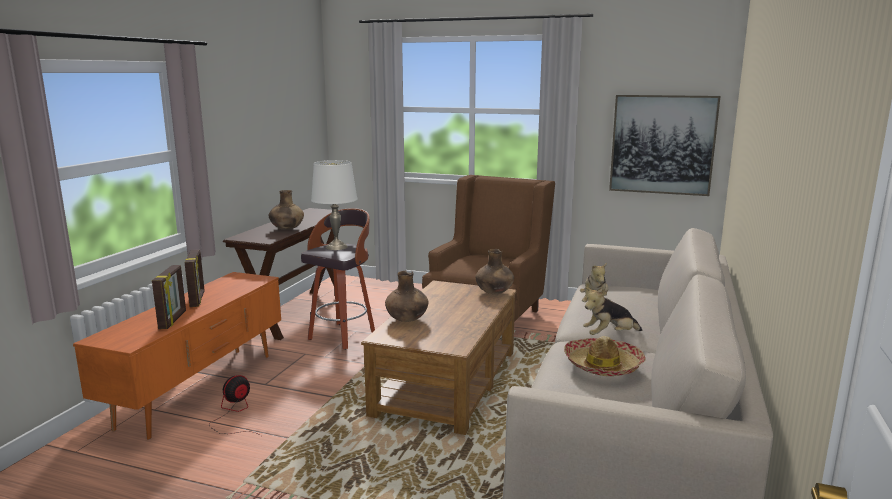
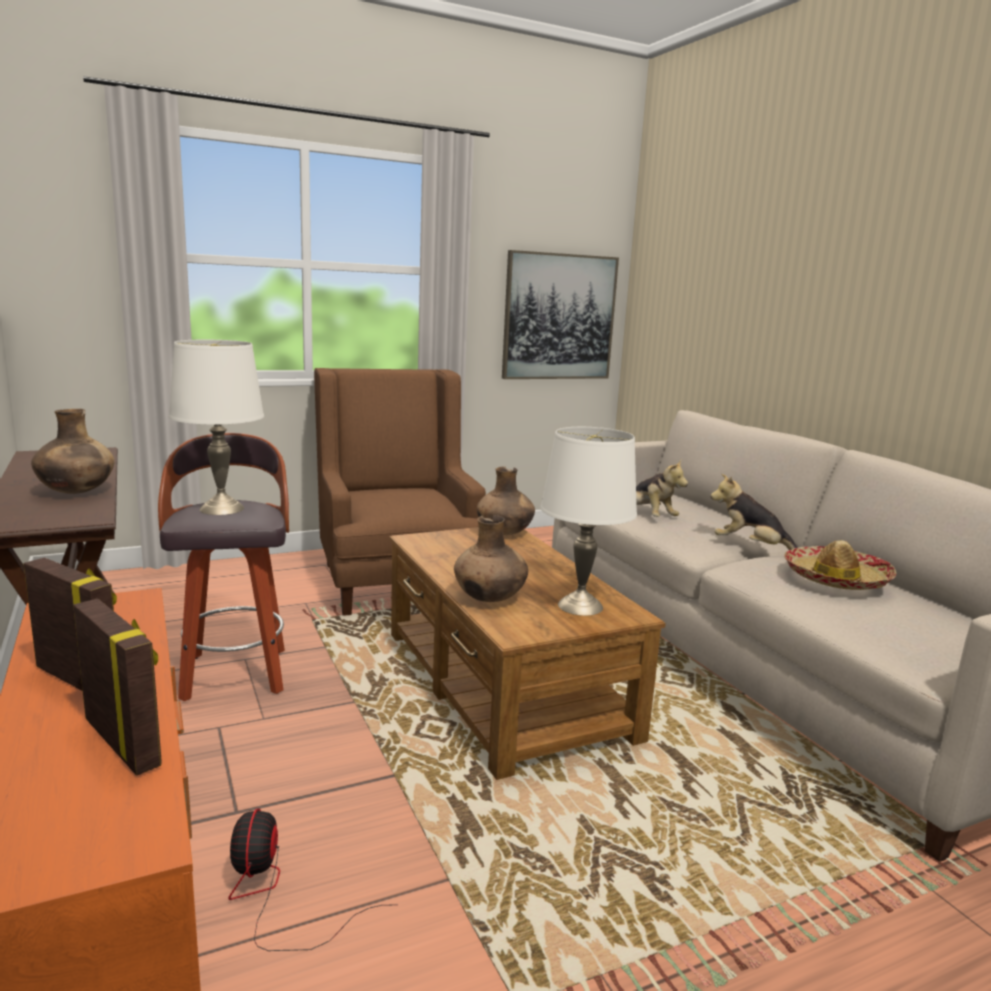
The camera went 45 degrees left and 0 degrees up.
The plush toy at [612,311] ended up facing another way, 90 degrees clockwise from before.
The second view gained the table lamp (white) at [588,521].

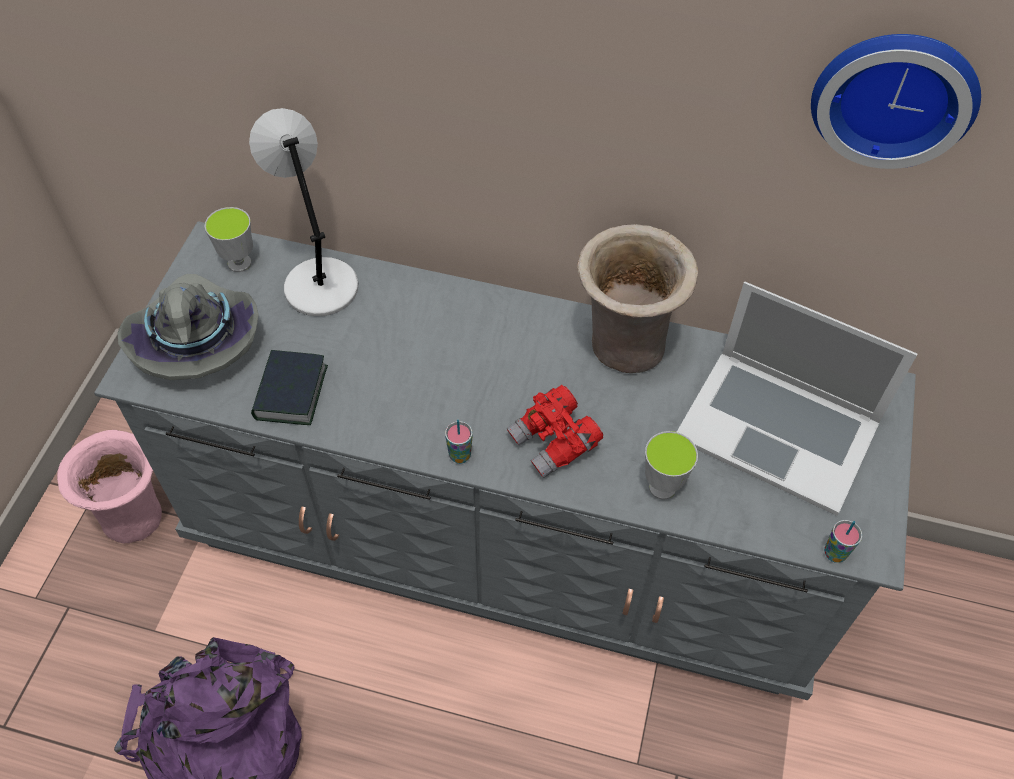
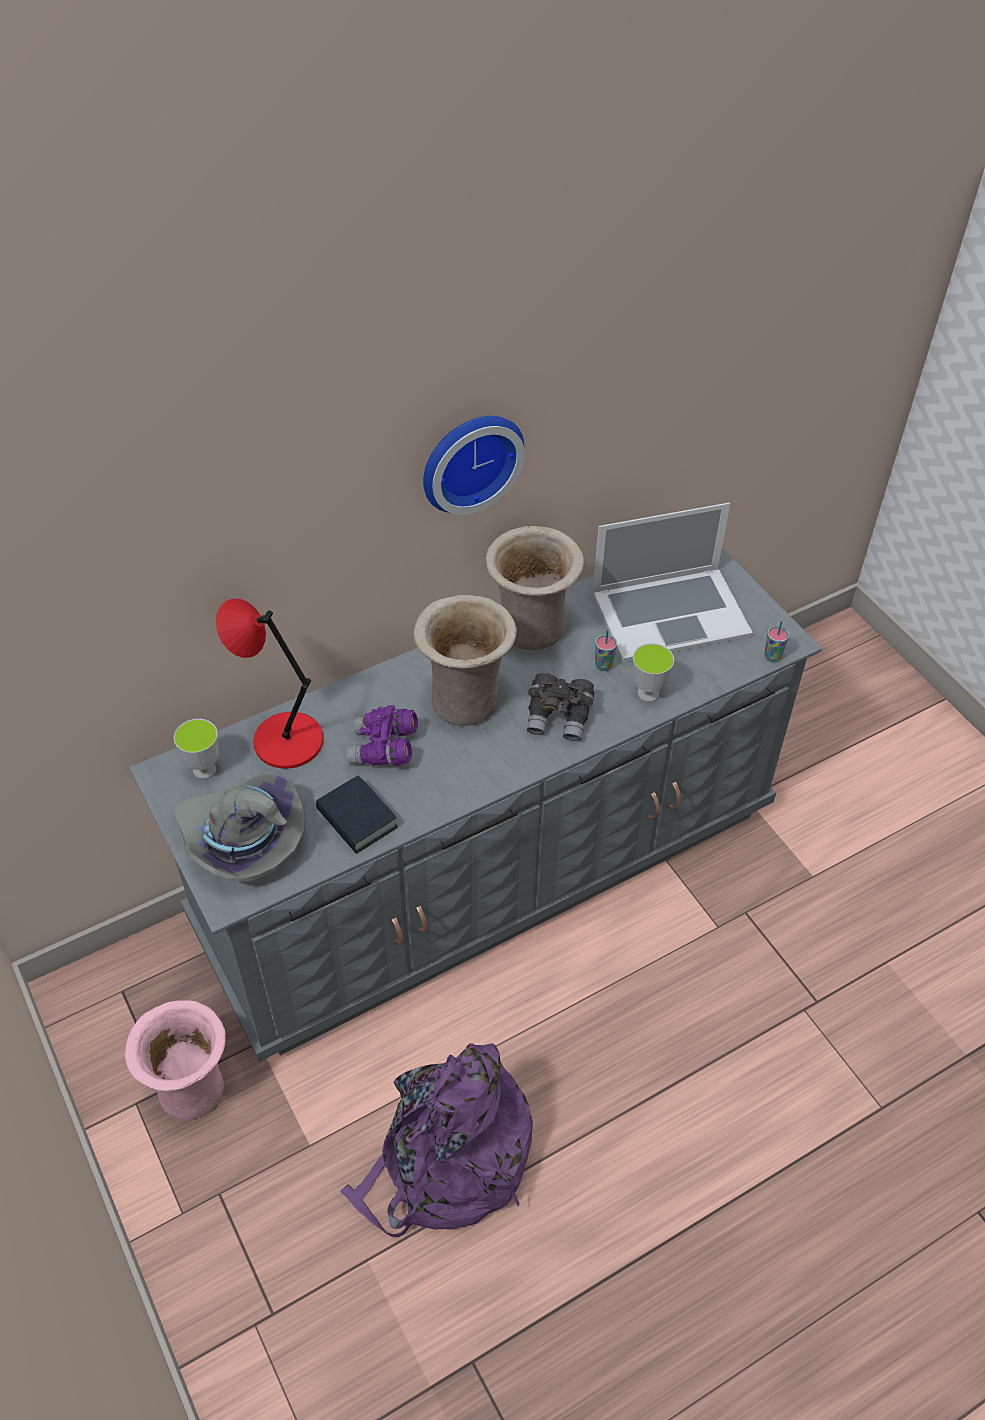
The camera went 45 degrees left and 5 degrees down.
The wall clock ended up elsewhere, having gone from [896,101] to [474,465].
What was the table lamp (grey) at [303,212] turned into the table lamp (red) at [269,684].
What was the binoculars (red) at [555,431] turned into the binoculars (grey) at [560,707].
The cup ended up elsewhere, having gone from [459,442] to [606,650].
The second view gained the vase (beige) at [465,660].
The second view gained the binoculars (purple) at [382,735].

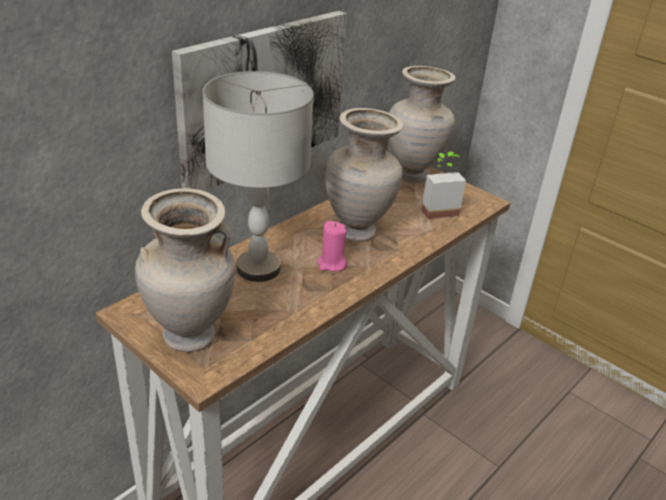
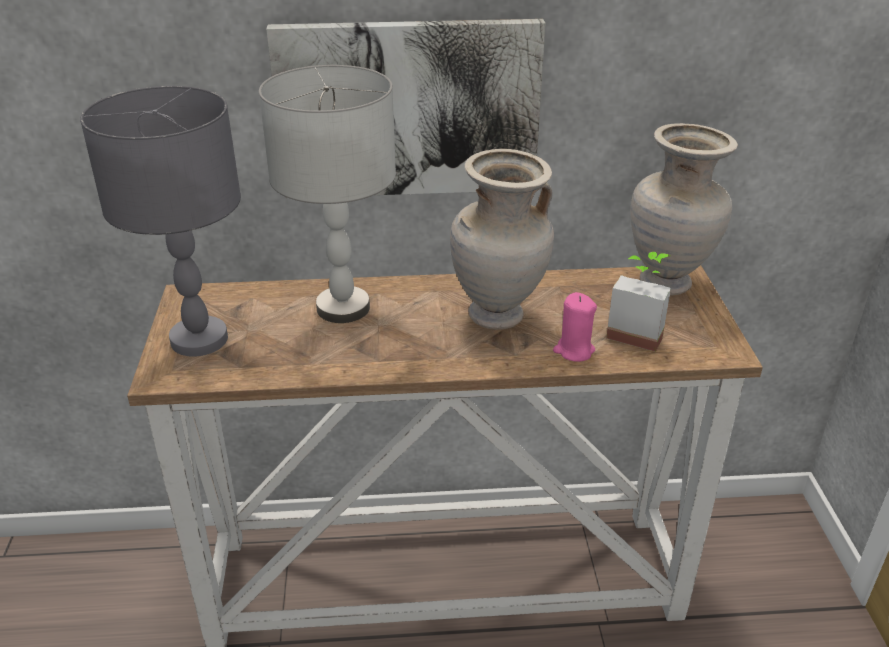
The camera went 45 degrees right and 0 degrees up.
Where the vase (beige) stood at [185,270], the table lamp (grey) came to stand at [160,221].
The candle (pink) ended up elsewhere, having gone from [332,246] to [575,327].

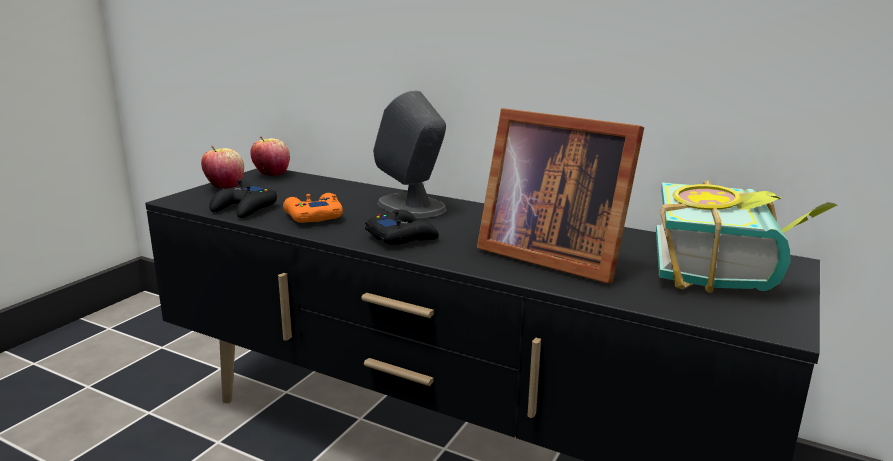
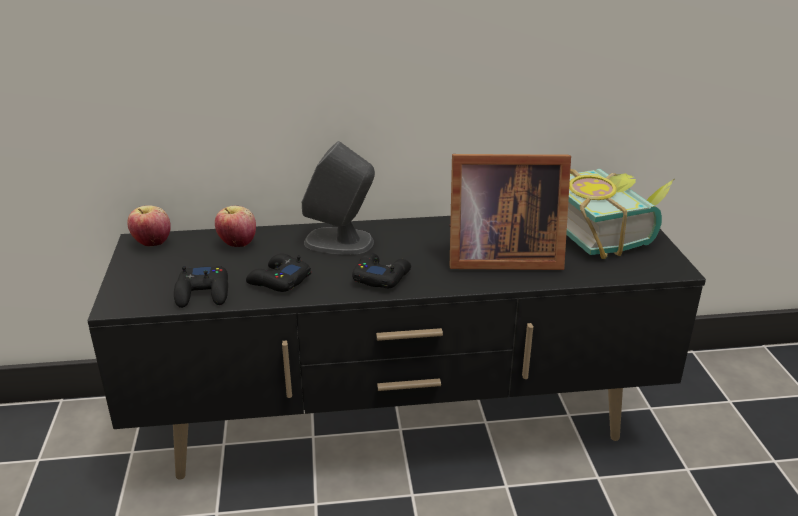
The camera went 35 degrees left and 10 degrees up.
The apple ended up elsewhere, having gone from [222,167] to [235,226].
What was the game controller (orange) at [313,208] turned into the game controller (black) at [278,273].

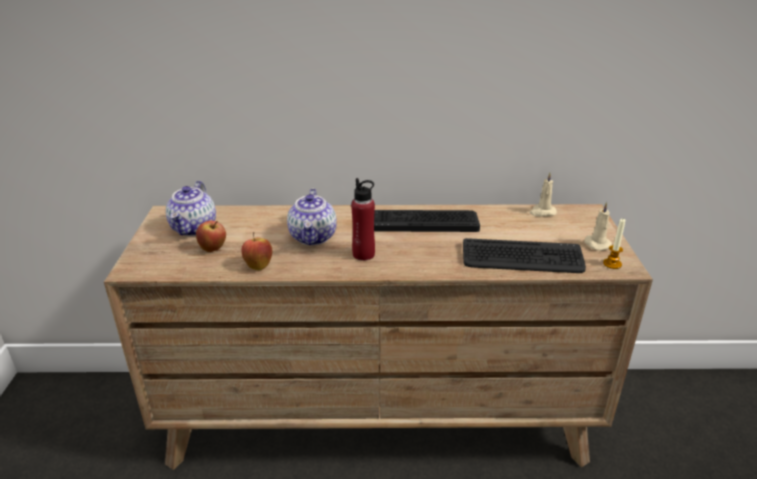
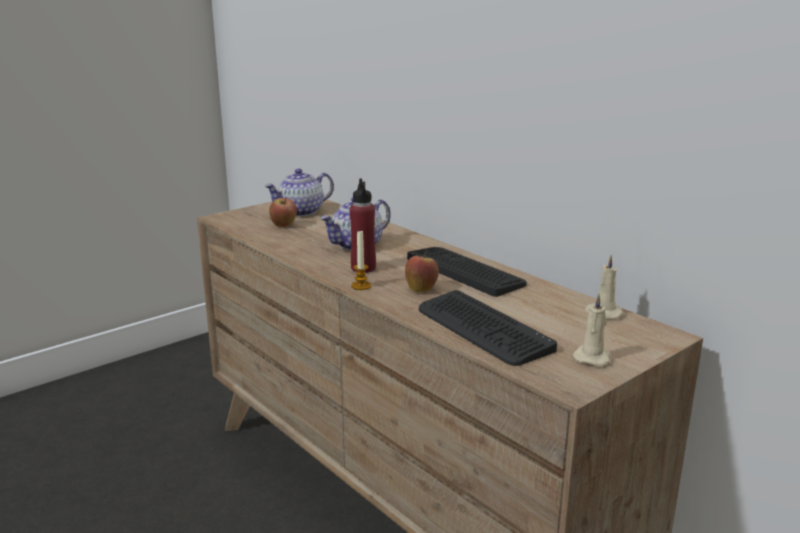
The camera went 50 degrees right and 10 degrees down.
The candle ended up elsewhere, having gone from [614,244] to [361,260].
The apple ended up elsewhere, having gone from [256,251] to [422,271].

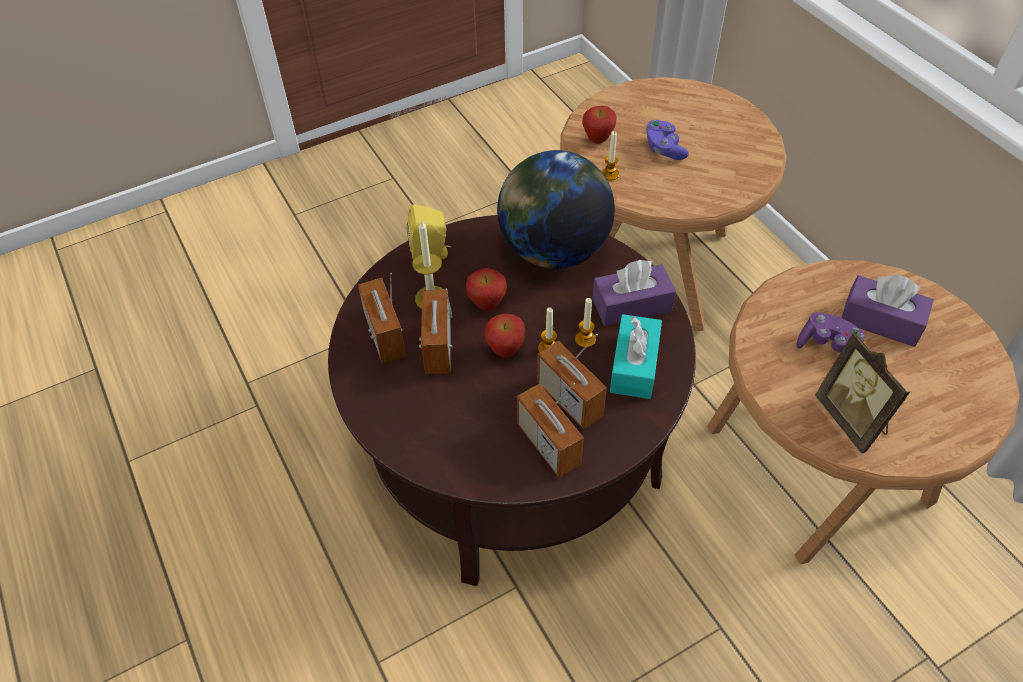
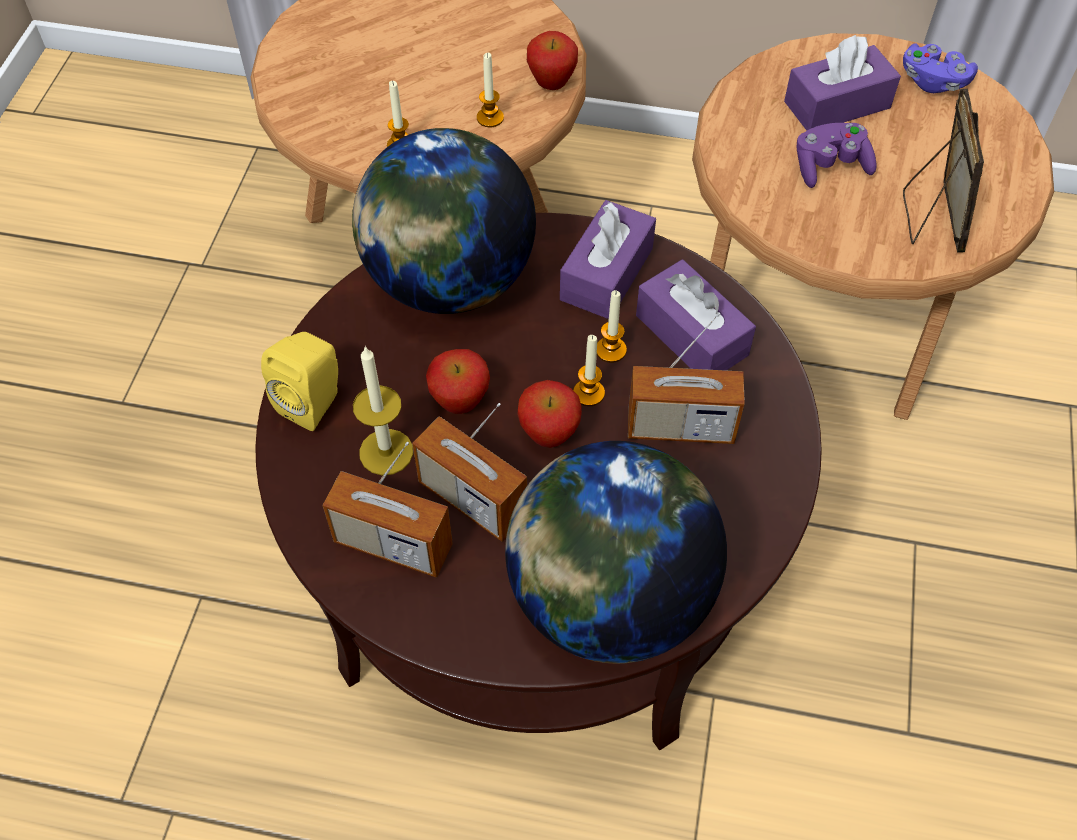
The camera went 50 degrees left and 5 degrees up.
The apple ended up elsewhere, having gone from [599,125] to [552,60].
The game controller (purple) ended up elsewhere, having gone from [667,140] to [940,68].
What was the tissue box (turquoise) at [636,356] turned into the tissue box (purple) at [696,315].
The picture frame at [862,392] ended up facing another way, 105 degrees counterclockwise from before.
The second view lost the radio at [550,430].
The second view gained the candle at [490,90].
The second view gained the globe at [616,552].

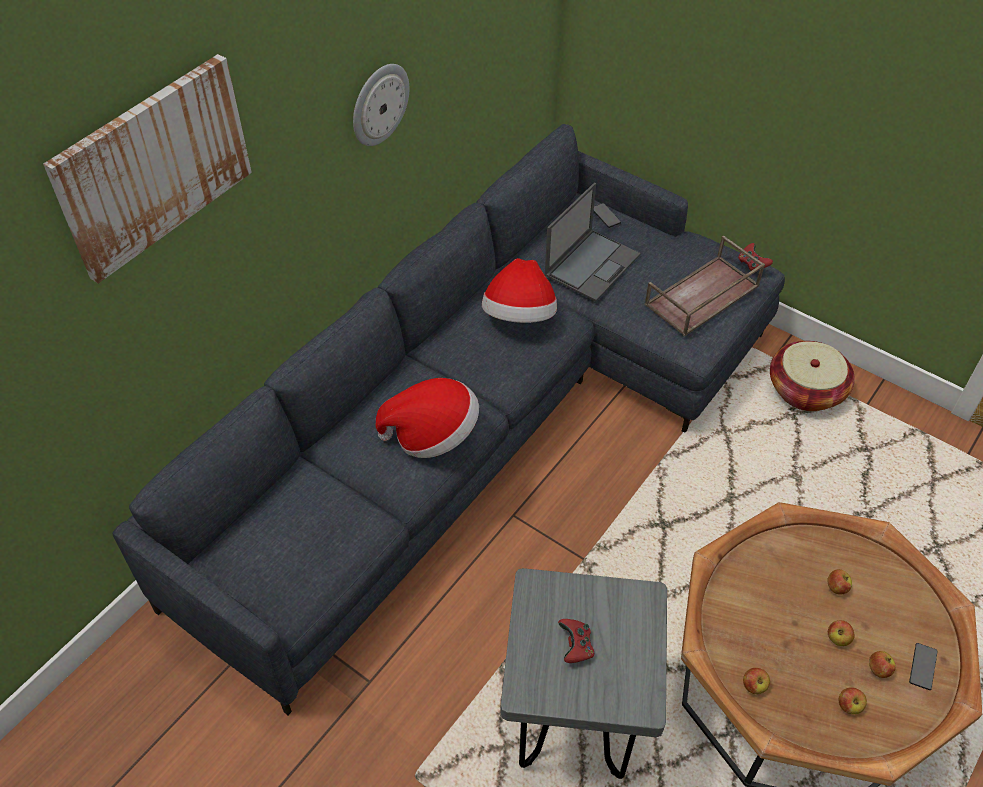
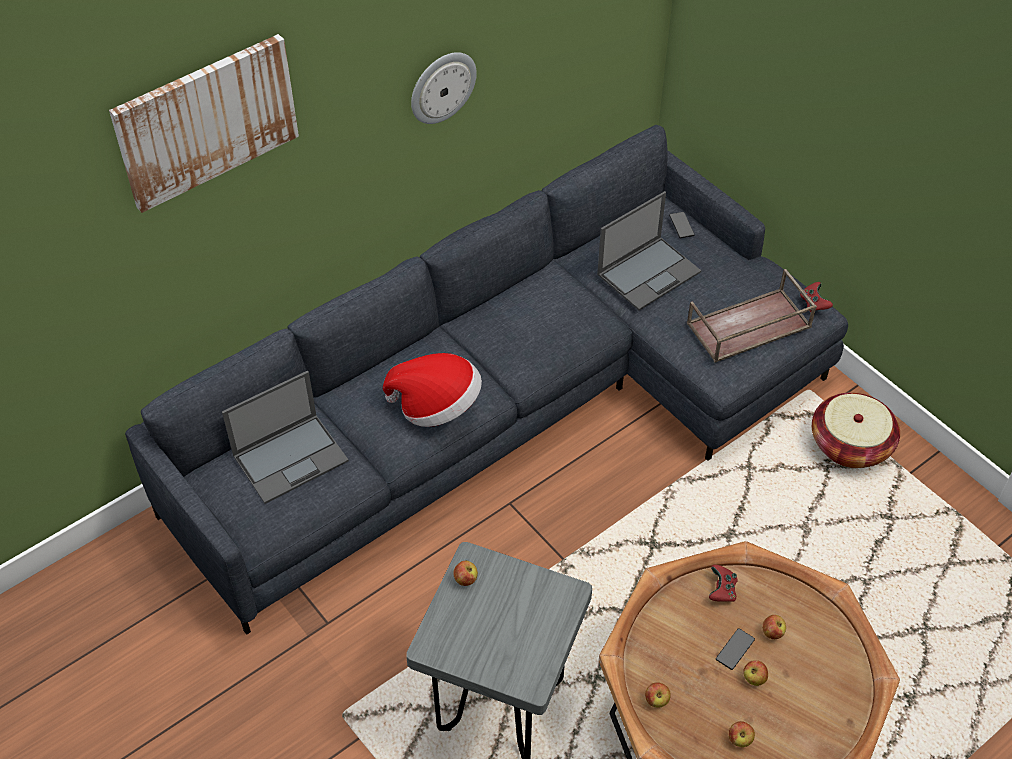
The camera went 15 degrees right and 0 degrees up.
The second view lost the hat at [519,290].
The game controller (red) ended up elsewhere, having gone from [576,641] to [723,583].
The phone ended up elsewhere, having gone from [923,666] to [735,649].
The apple ended up elsewhere, having gone from [882,664] to [465,573].
The second view gained the laptop at [285,437].

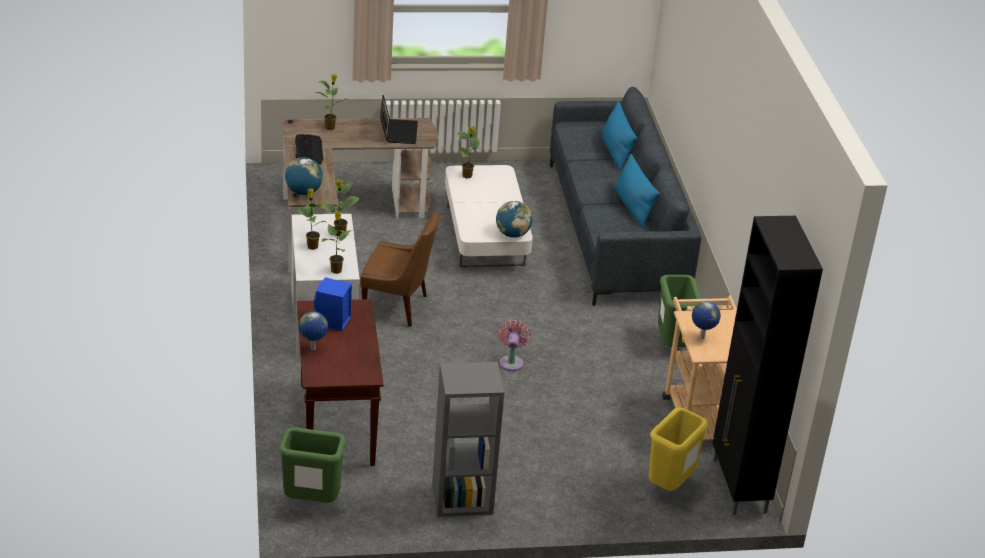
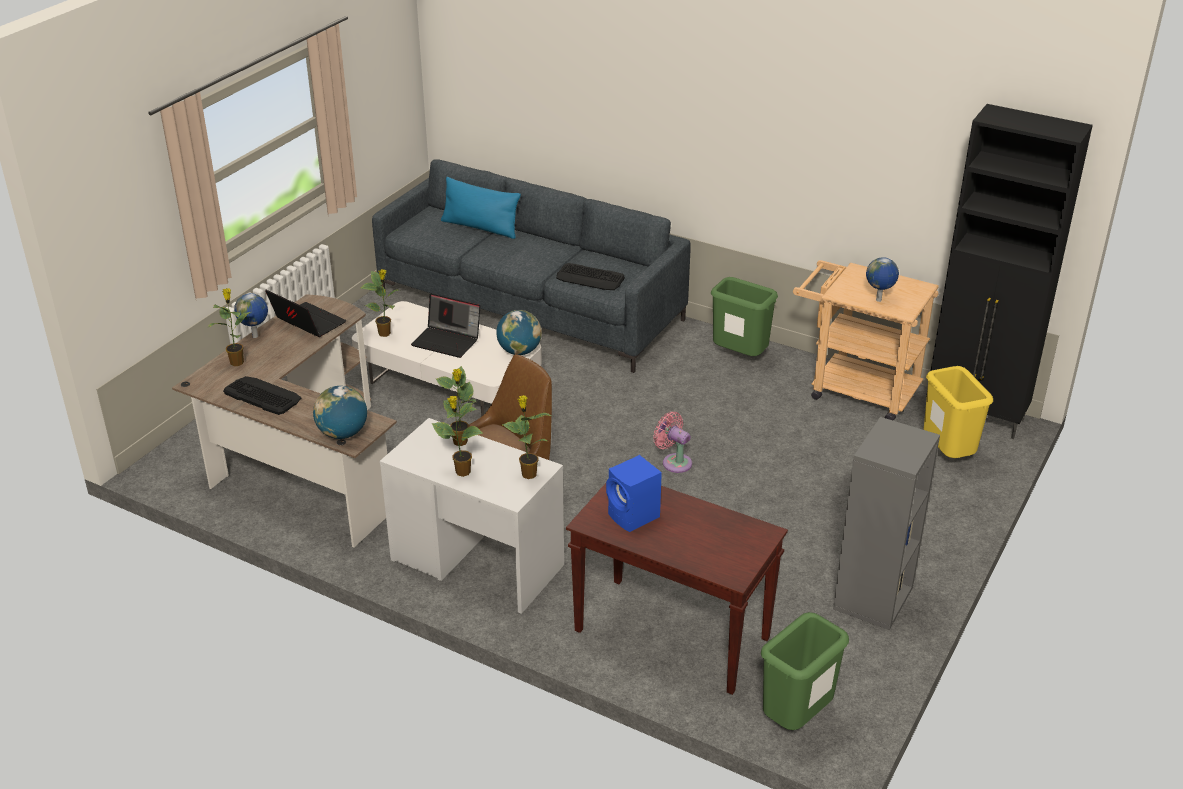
The camera went 50 degrees left and 0 degrees up.
The second view lost the pillow (blue) at [637,190].
The globe ended up elsewhere, having gone from [313,330] to [251,315].
The second view gained the keyboard at [590,276].
The second view gained the laptop at [445,326].

